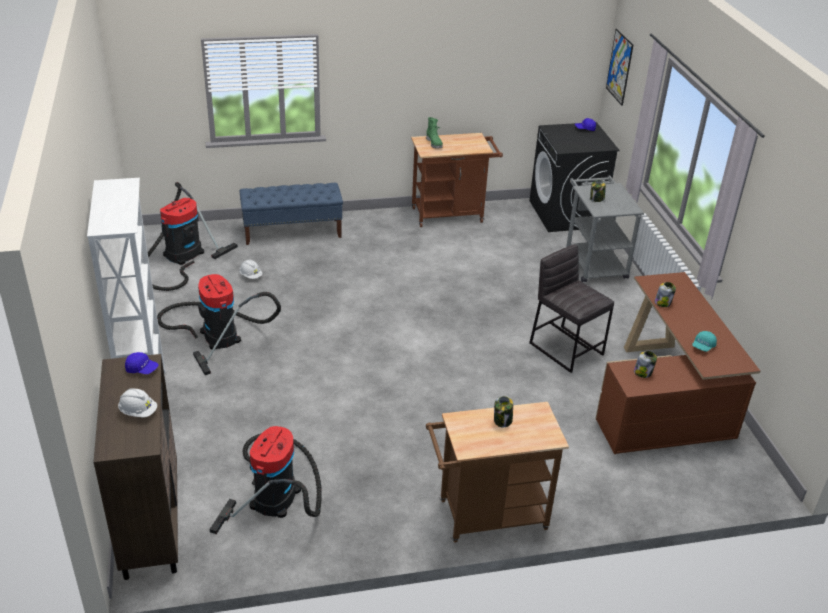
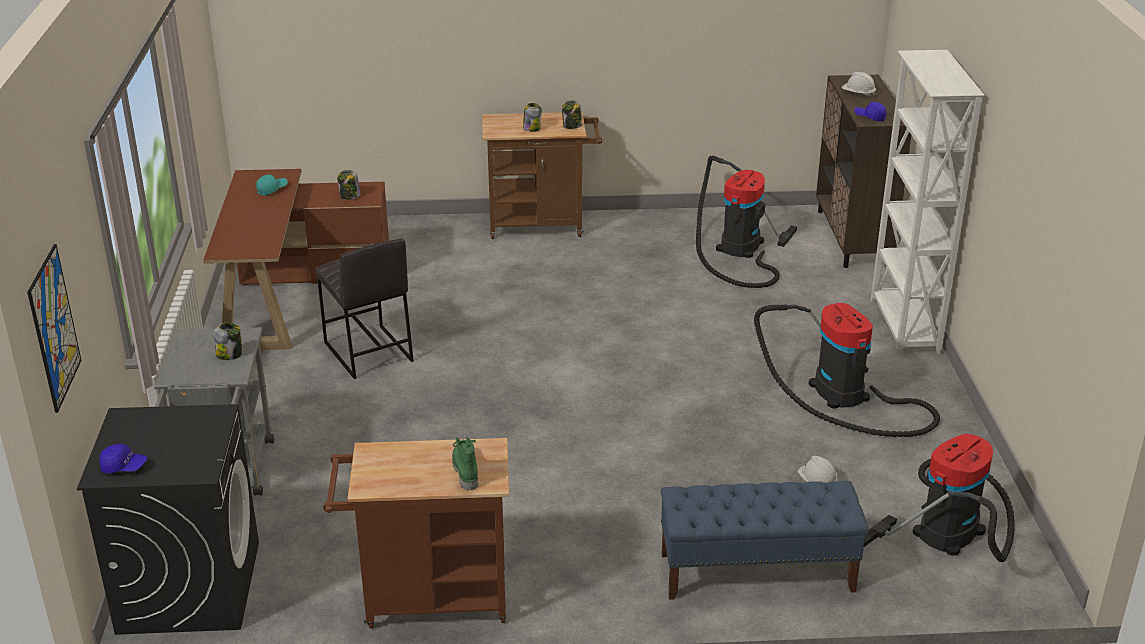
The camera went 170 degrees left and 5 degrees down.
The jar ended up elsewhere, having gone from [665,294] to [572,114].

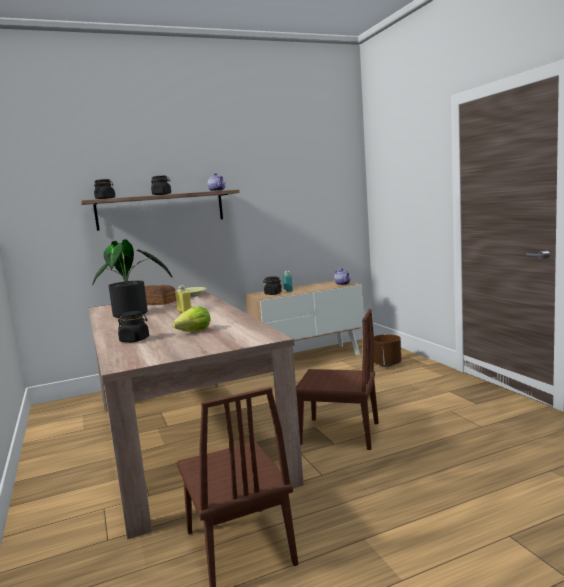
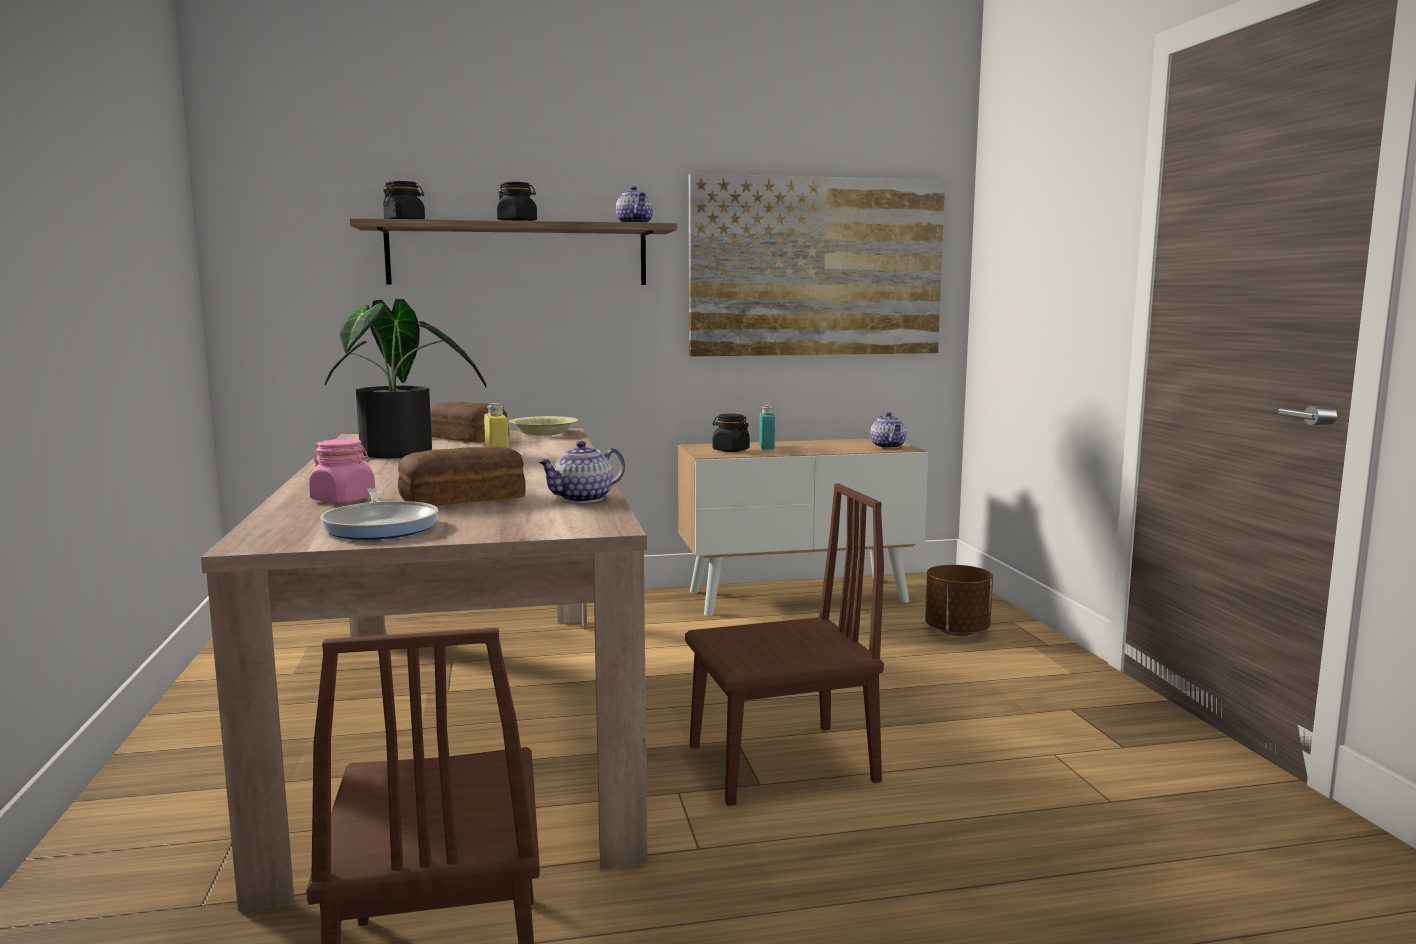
The camera went 10 degrees right and 0 degrees up.
Where the lettuce stood at [191,319], the bread came to stand at [462,476].
The chair (brown) at [337,379] ended up facing another way, 45 degrees counterclockwise from before.
What was the jar (black) at [133,326] turned into the jar (pink) at [342,471].
The second view gained the picture at [817,265].
The second view gained the teapot at [581,472].
The second view gained the frying pan at [379,514].

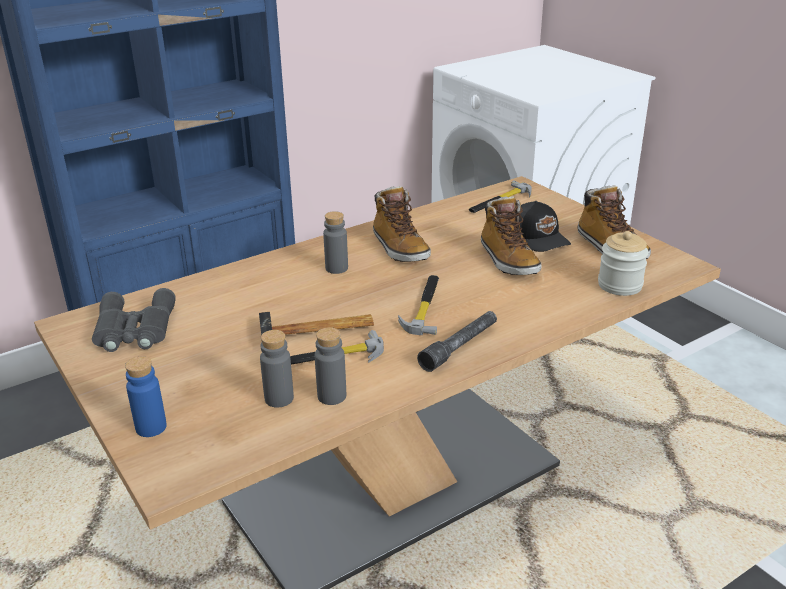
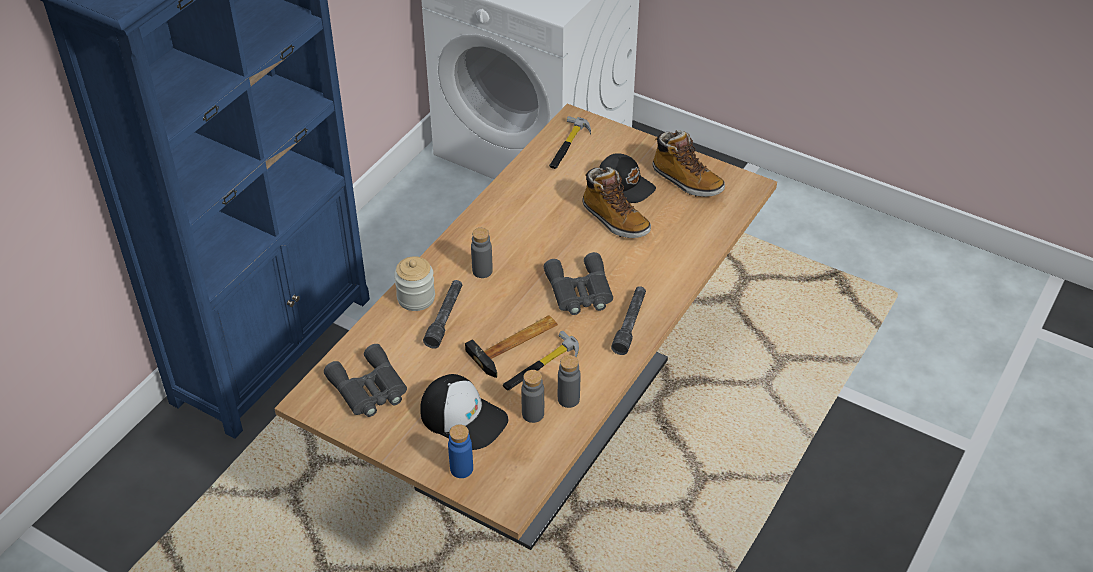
The camera went 25 degrees left and 15 degrees up.
The second view lost the boot at [402,224].
The jar ended up elsewhere, having gone from [623,263] to [414,283].
Where the hammer stood at [418,305], the binoculars (grey) came to stand at [578,283].
The second view gained the flashlight (grey) at [442,314].
The second view gained the cap at [464,412].

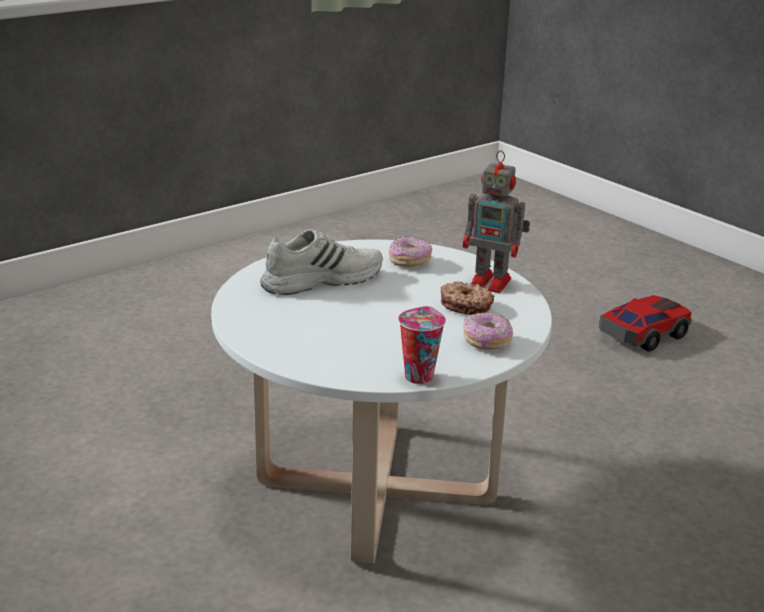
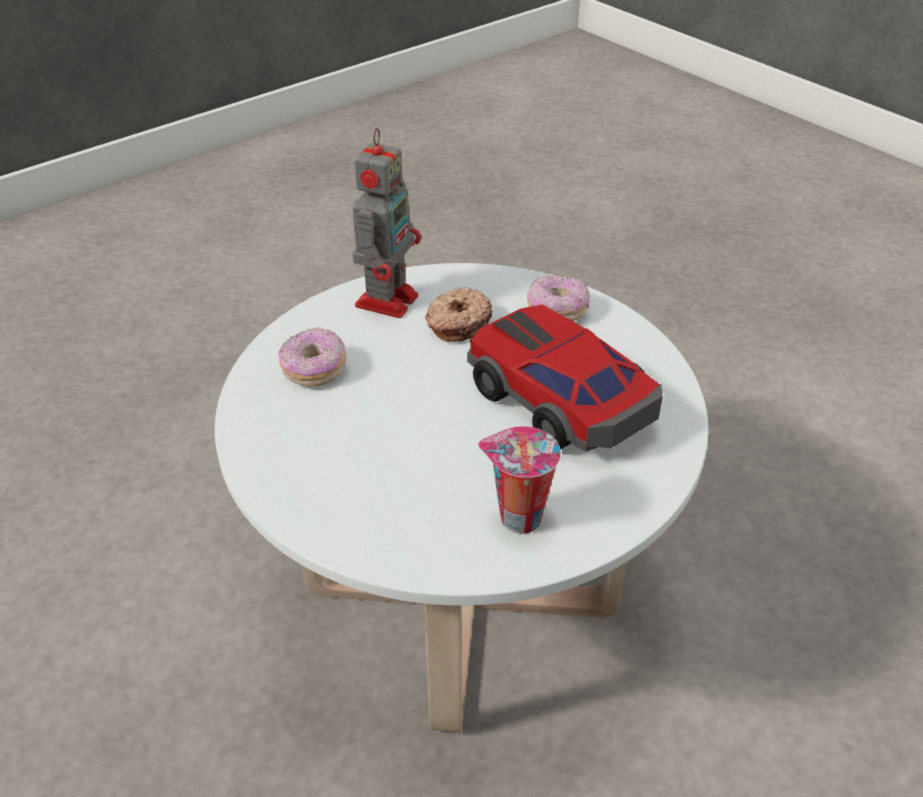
The camera went 90 degrees left and 15 degrees up.
The second view lost the shoe (white) at [321,262].
The toy car ended up elsewhere, having gone from [645,323] to [565,378].
The cup ended up elsewhere, having gone from [422,345] to [519,480].

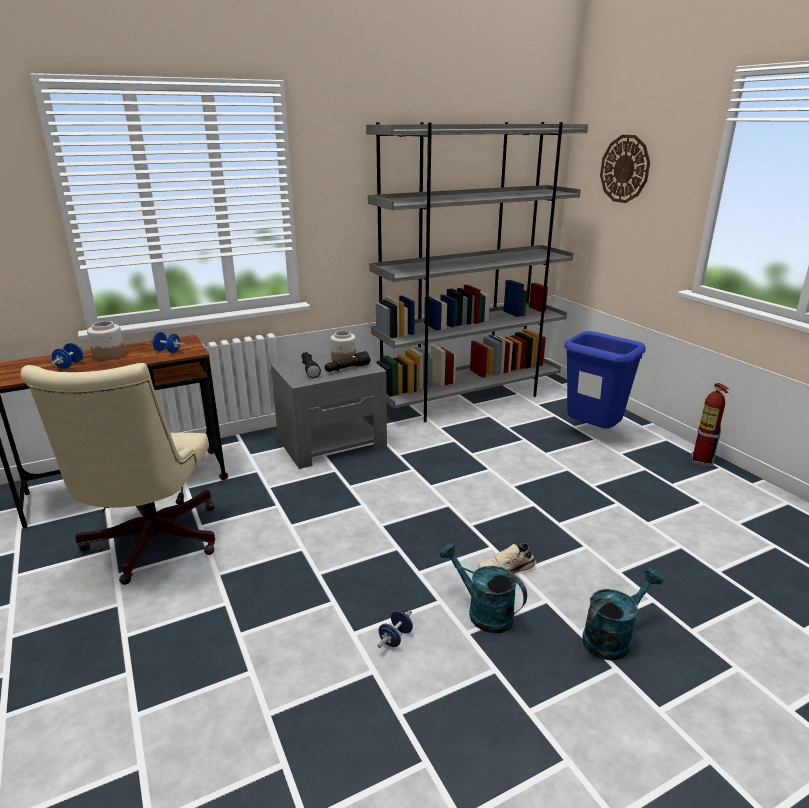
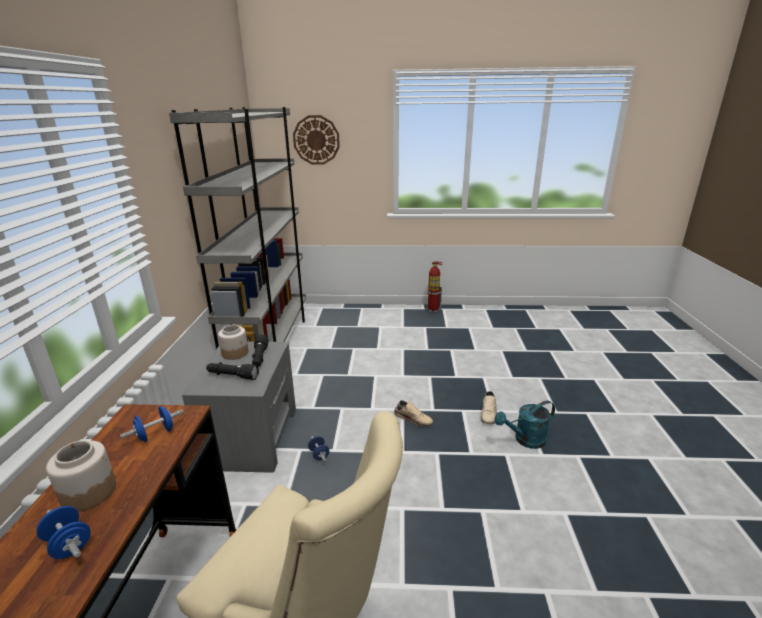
The camera went 60 degrees left and 0 degrees up.
The second view lost the trash can (blue) at [605,379].
The second view lost the watering can (turquoise) at [622,614].
The dumbbell (blue) ended up elsewhere, having gone from [395,629] to [319,448].
The second view gained the shoe (beige) at [413,413].

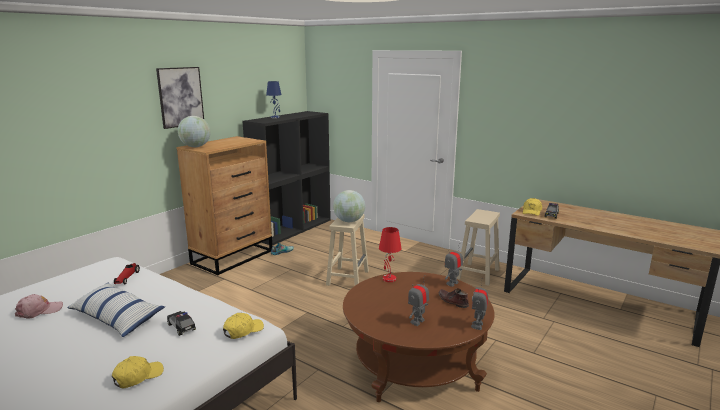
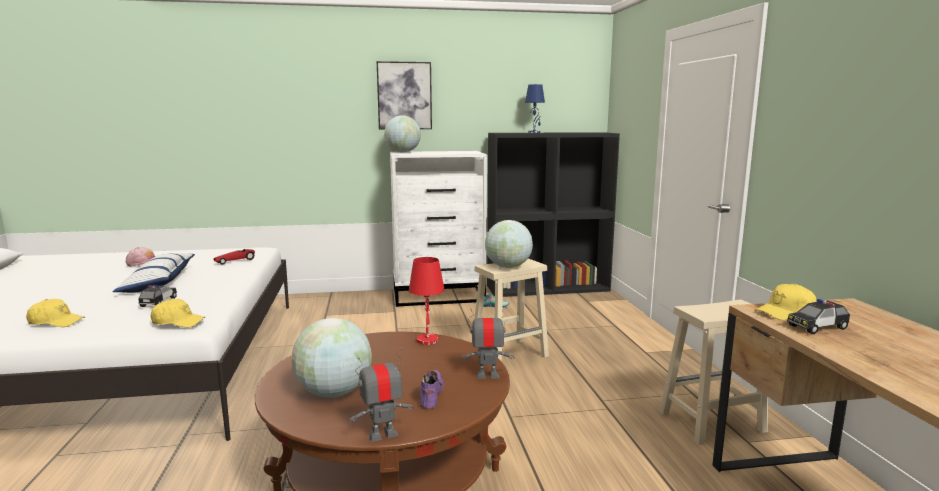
The camera went 45 degrees right and 5 degrees down.
What was the dresser (brown) at [224,205] turned into the dresser (white) at [438,229].
Where the toy robot stood at [418,300], the globe came to stand at [332,358].
What was the shoe (brown) at [453,298] turned into the shoe (purple) at [432,389].

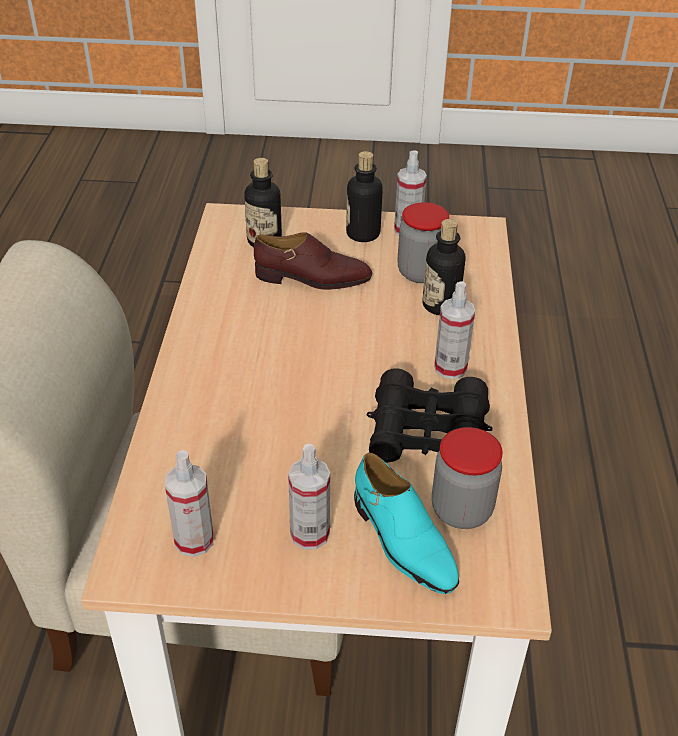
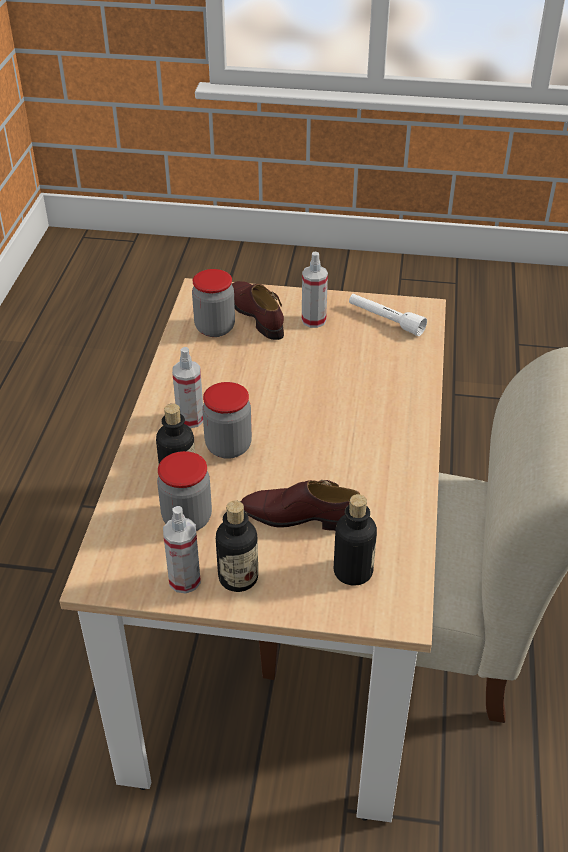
The camera went 175 degrees left and 0 degrees up.
The second view lost the binoculars (black) at [429,415].
Where the spray bottle stood at [189,503], the flashlight (white) came to stand at [388,315].
What was the shoe (turquoise) at [406,523] turned into the shoe (brown) at [258,310].
The second view gained the jar at [227,420].

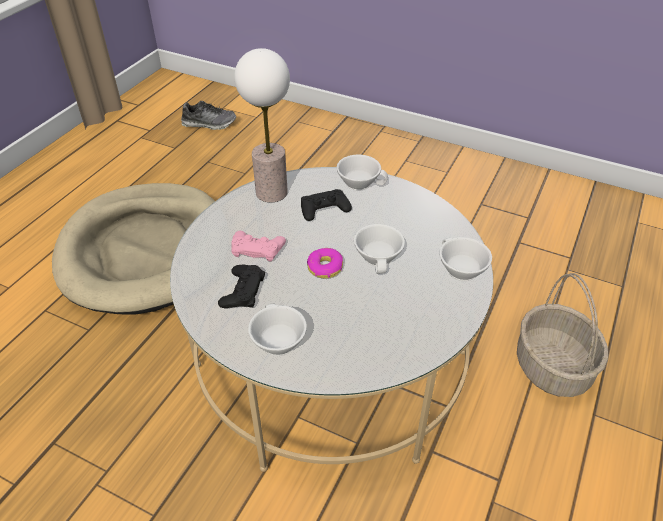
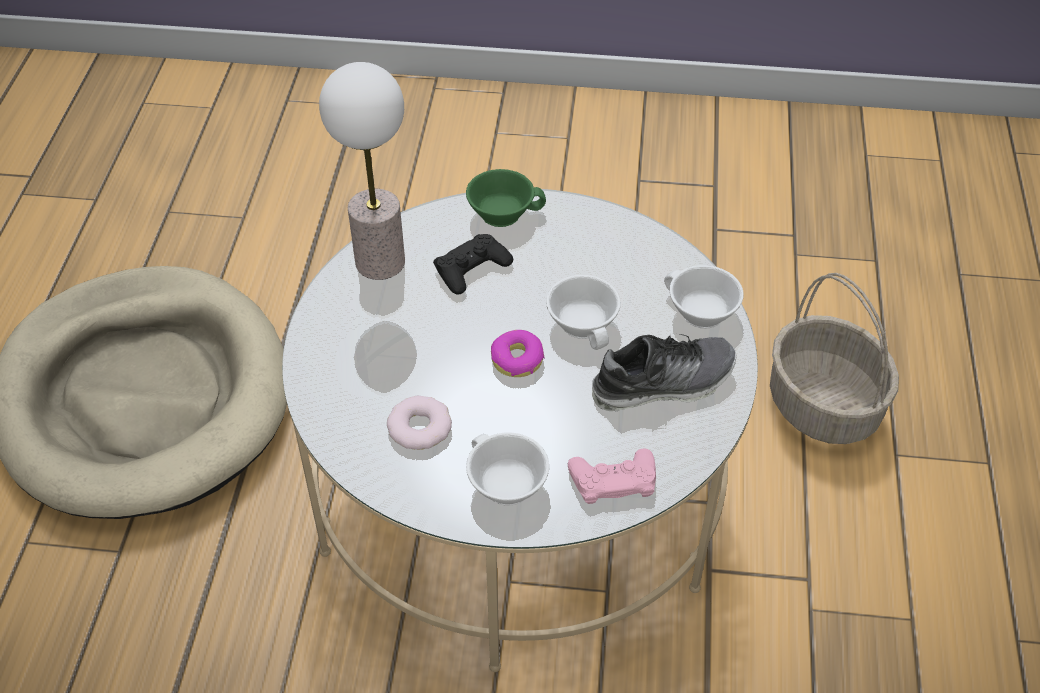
The camera went 20 degrees left and 5 degrees up.
The shoe ended up elsewhere, having gone from [208,115] to [664,372].
What was the cup (white) at [362,173] turned into the cup (green) at [506,198].
The game controller (pink) ended up elsewhere, having gone from [258,246] to [612,476].
Where the game controller (black) stood at [241,286], the donut came to stand at [419,423].

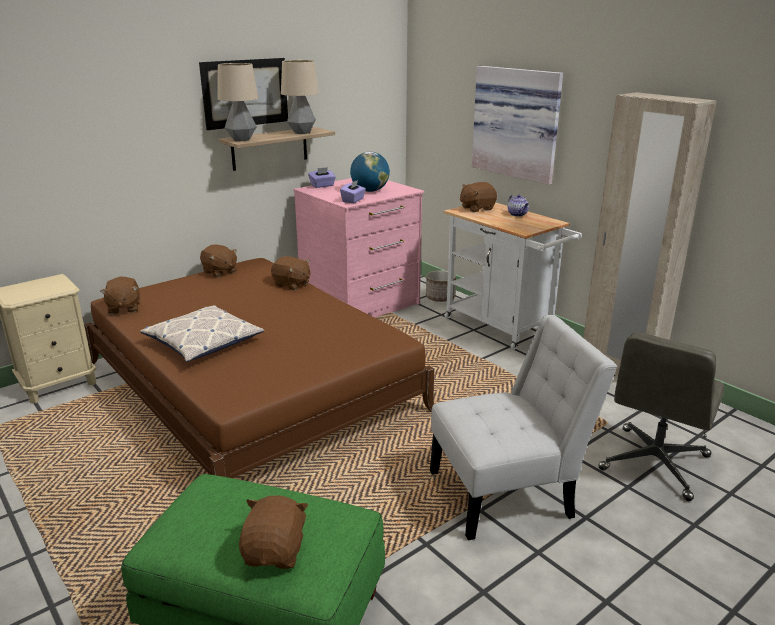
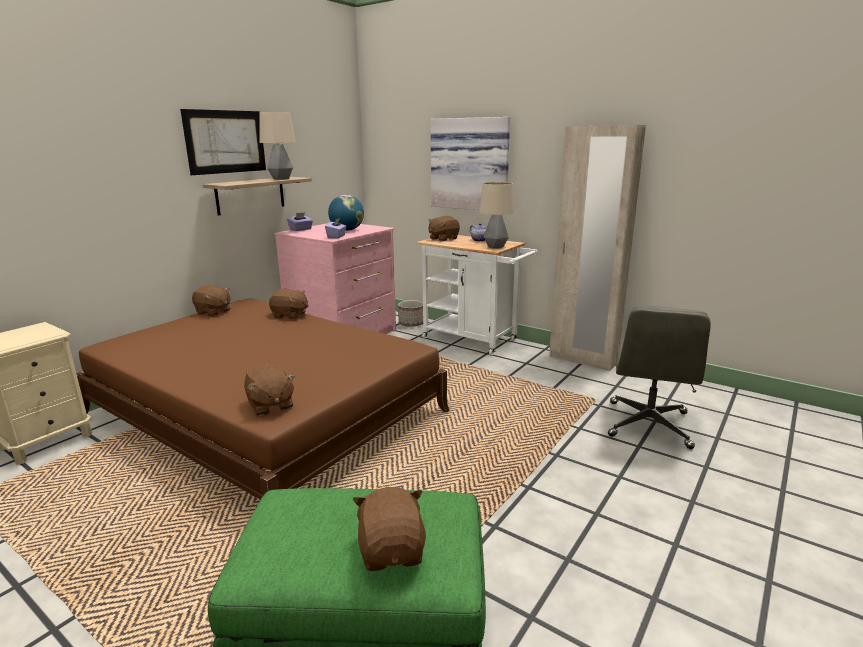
The camera went 15 degrees left and 5 degrees down.
The table lamp ended up elsewhere, having gone from [238,102] to [497,215].
The plush toy (brown) ended up elsewhere, having gone from [120,296] to [269,390].
The second view lost the pillow at [202,333].
The second view lost the chair (white) at [523,427].

